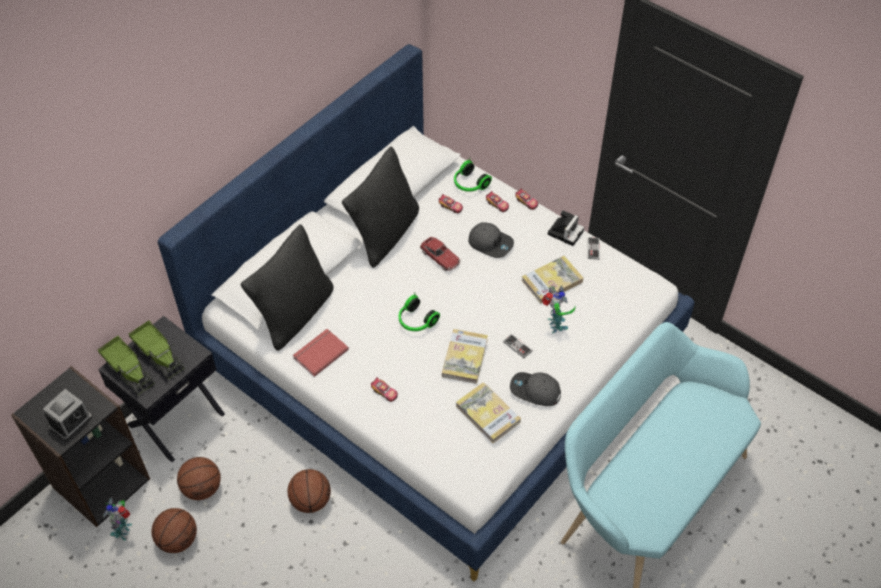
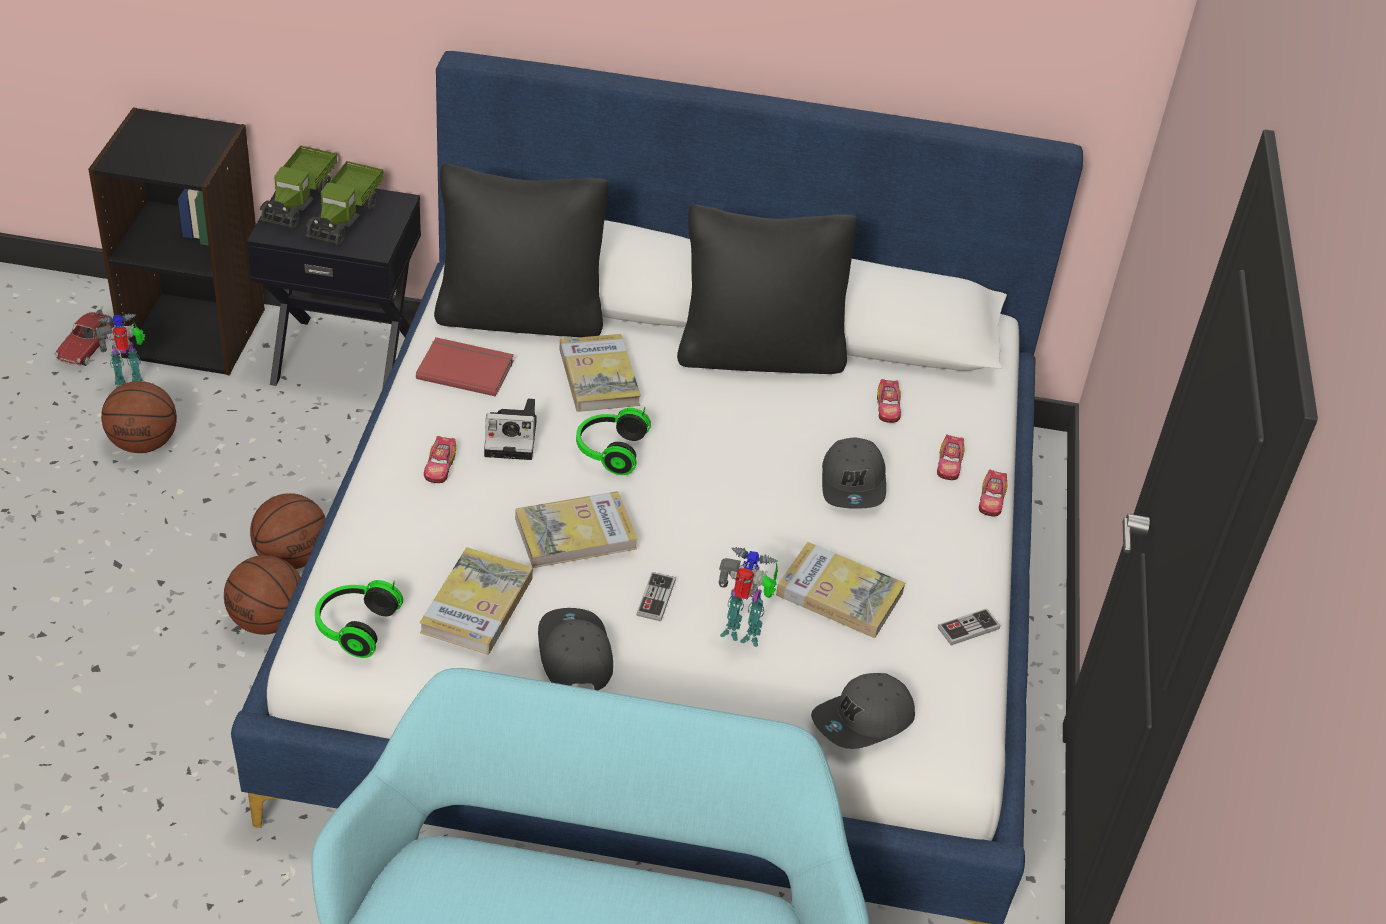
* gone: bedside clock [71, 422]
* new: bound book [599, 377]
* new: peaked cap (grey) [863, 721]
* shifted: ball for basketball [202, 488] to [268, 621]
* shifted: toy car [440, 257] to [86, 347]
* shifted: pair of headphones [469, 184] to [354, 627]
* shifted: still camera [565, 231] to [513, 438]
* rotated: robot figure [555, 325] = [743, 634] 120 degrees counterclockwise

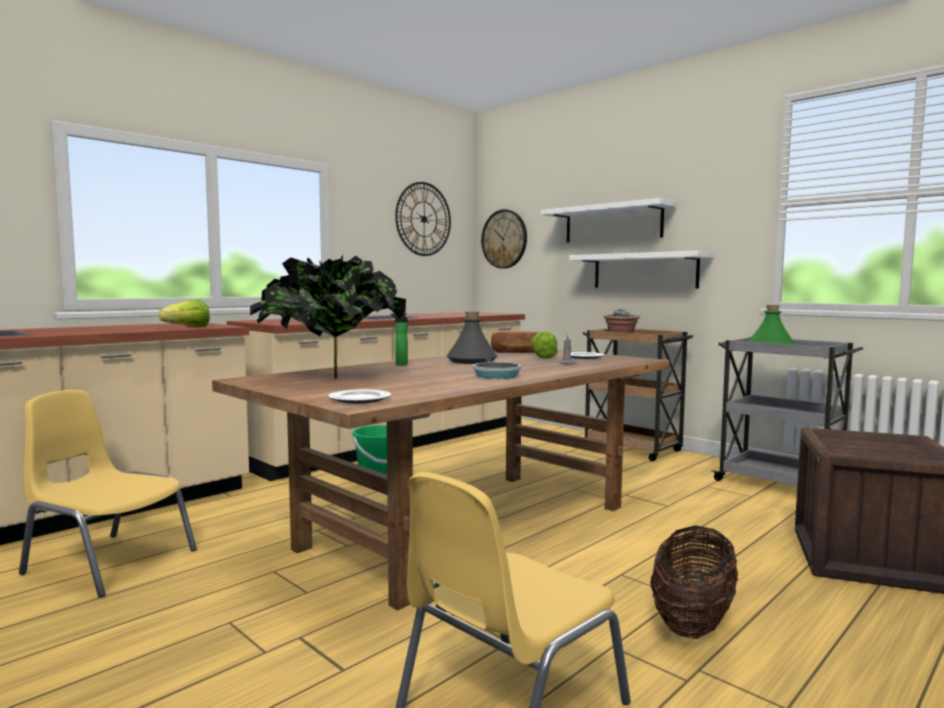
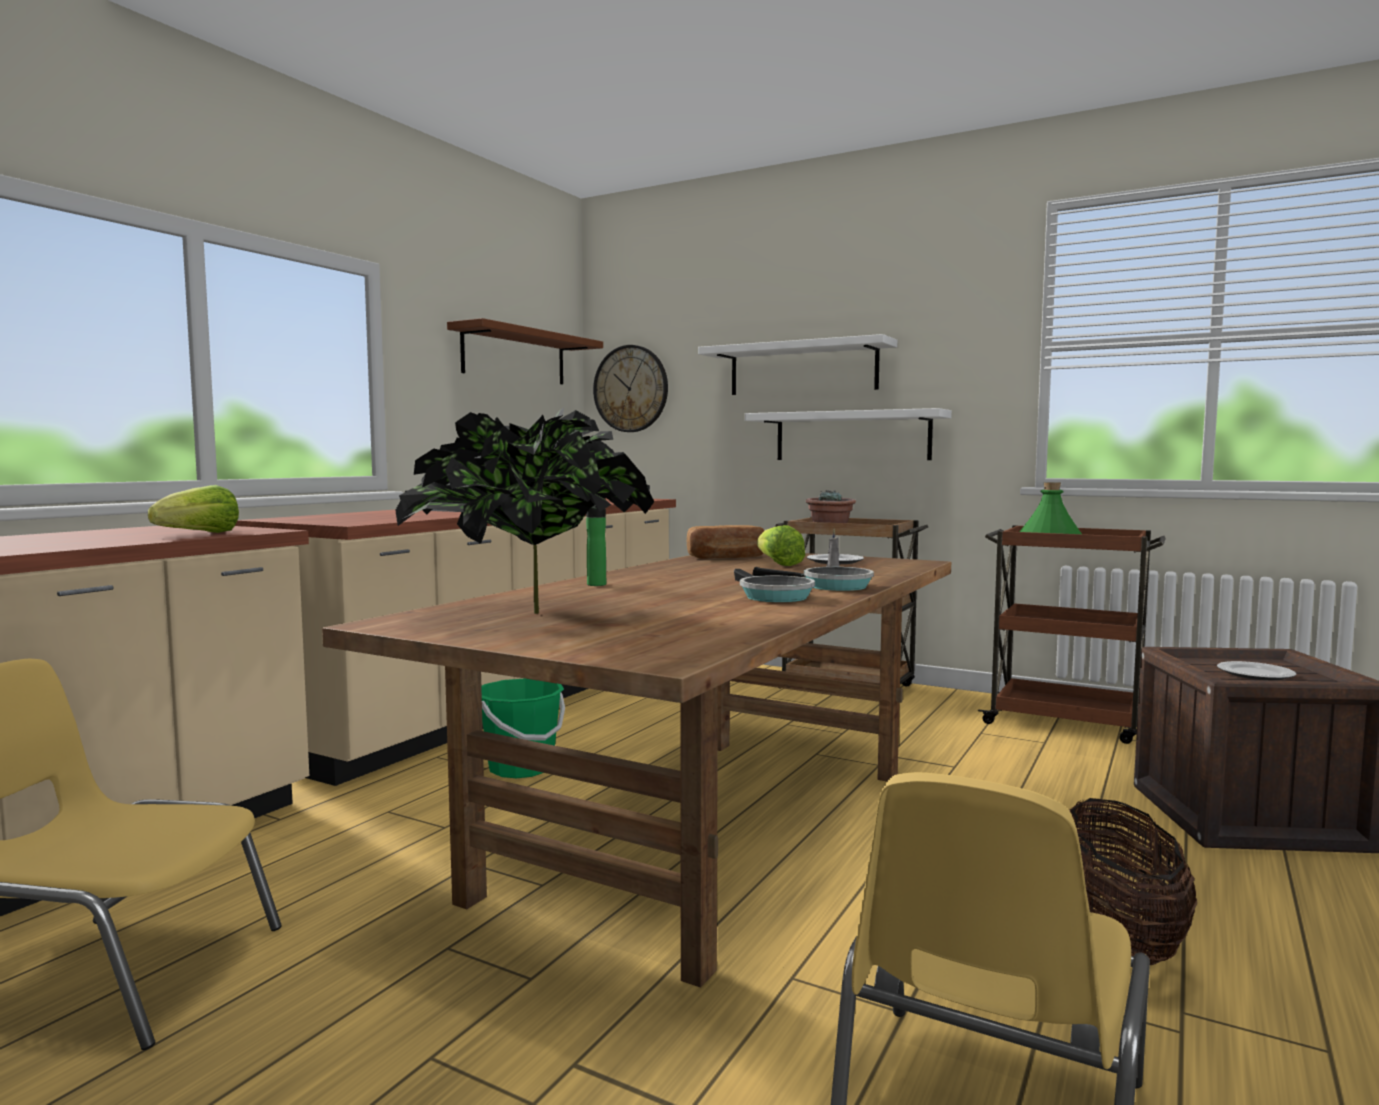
* gone: beverage bottle (grey) [472, 361]
* new: frying pan [830, 586]
* shifted: flat dish [360, 399] to [1255, 674]
* swapped: hanging clock [423, 219] to shelf (brown-coloured) [514, 356]
* repainted: wheeled cart (grey) [780, 485] to wheeled cart (brown-coloured) [1066, 723]

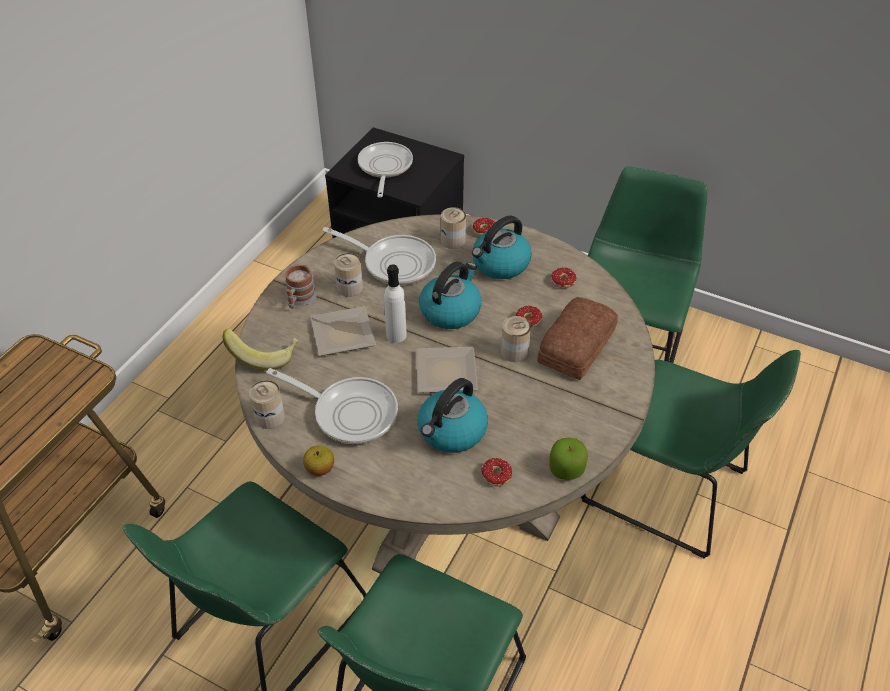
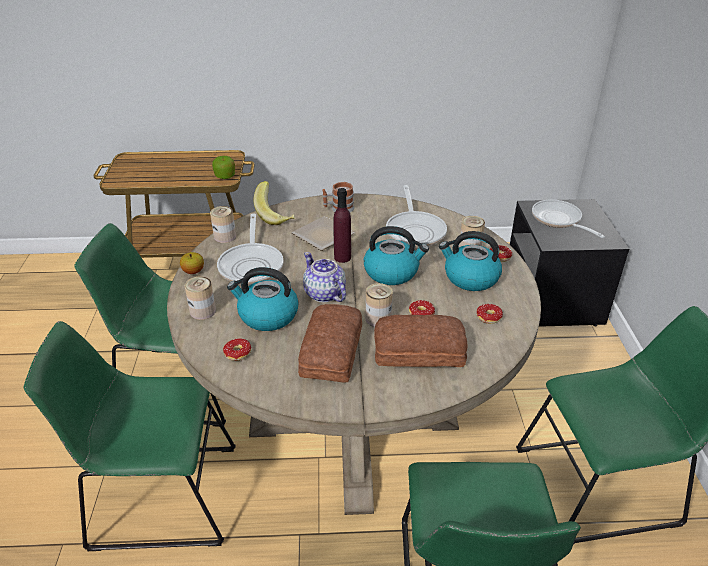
* new: baked bread [333, 350]
* shifted: sealed can [350, 287] to [202, 311]
* shifted: apple [566, 469] to [225, 176]
* swapped: flat dish [448, 374] to tea pot [324, 294]
* repainted: beverage bottle (white) [396, 335] to beverage bottle (purplish) [342, 257]
* rotated: frying pan [384, 168] = [559, 220] 90 degrees counterclockwise

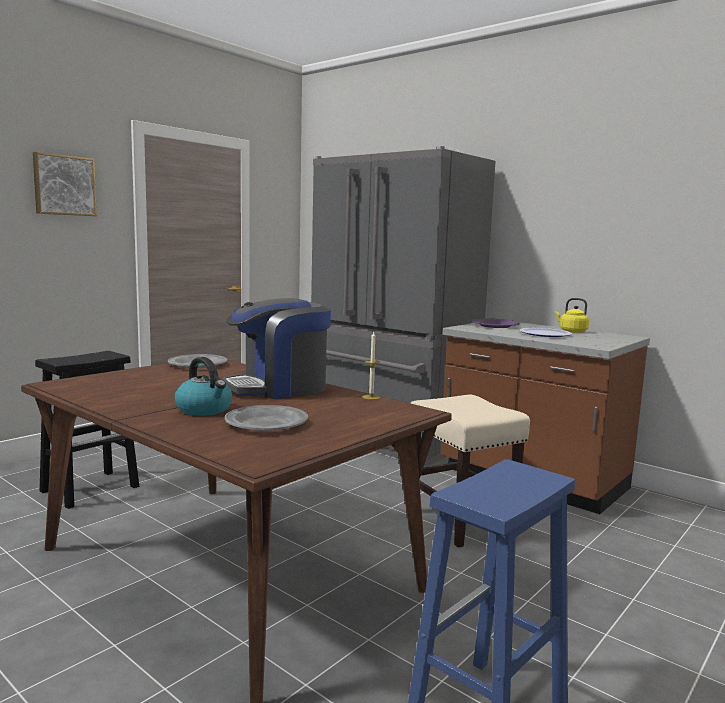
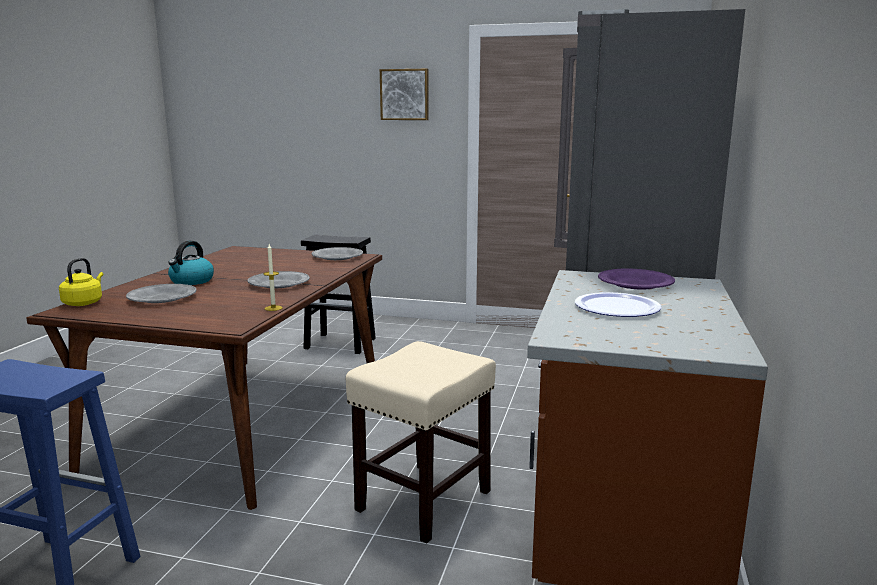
* shifted: tea kettle (yellow-coloured) [571, 331] to [84, 303]
* swapped: coffee maker [279, 388] to flat dish (grey) [279, 284]

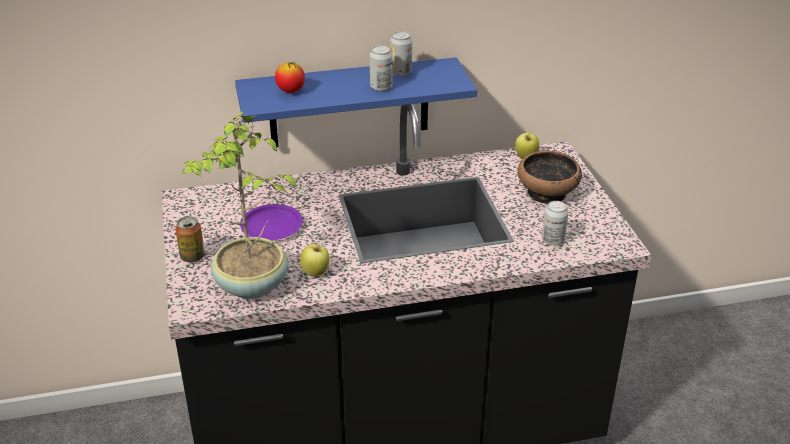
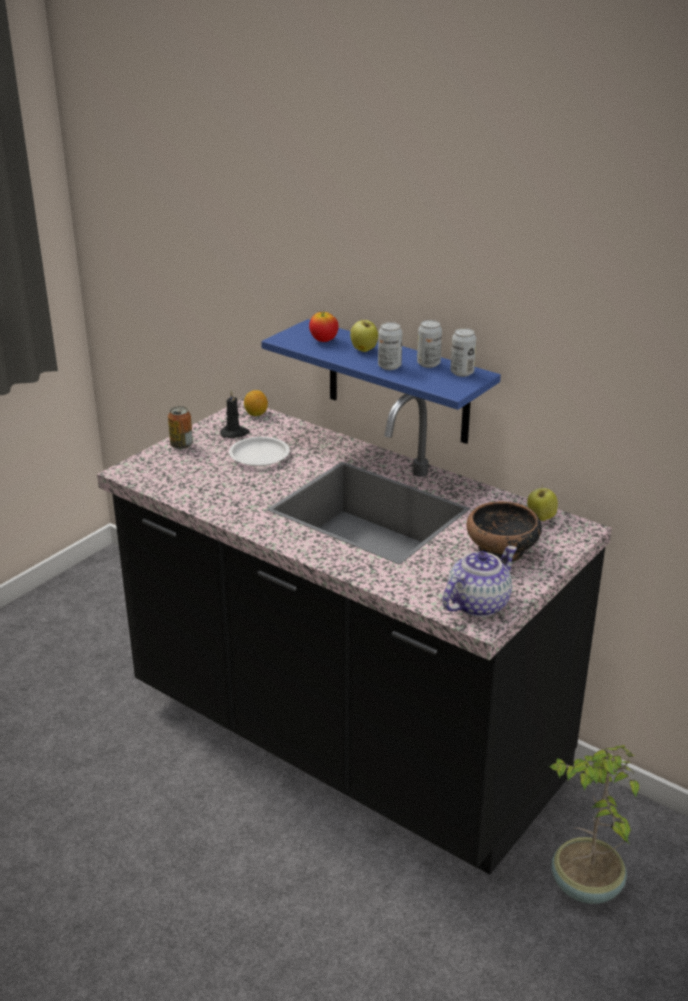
* new: wax light (blackish) [235, 433]
* new: whole lemon [256, 414]
* new: tea pot [477, 603]
* shifted: potted plant [251, 286] to [584, 887]
* shifted: apple [316, 273] to [364, 350]
* shifted: sealed can [553, 240] to [462, 373]
* repainted: flat dish (purplish) [272, 227] to flat dish (white) [259, 456]

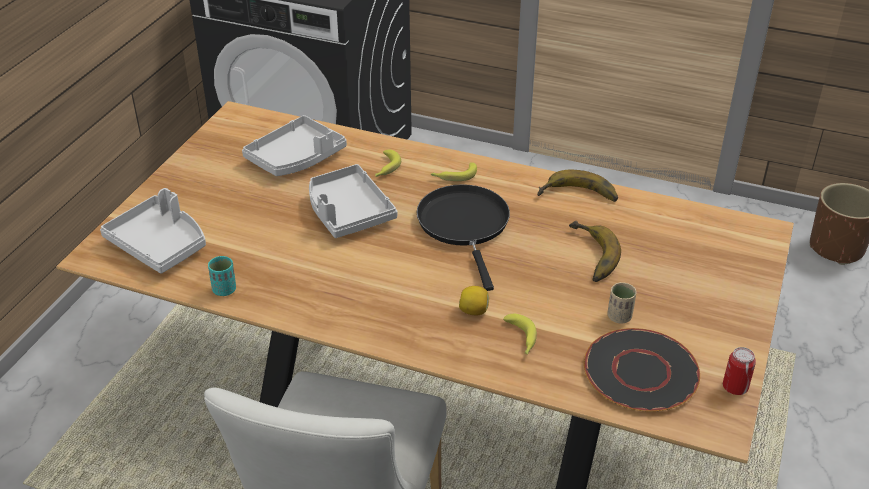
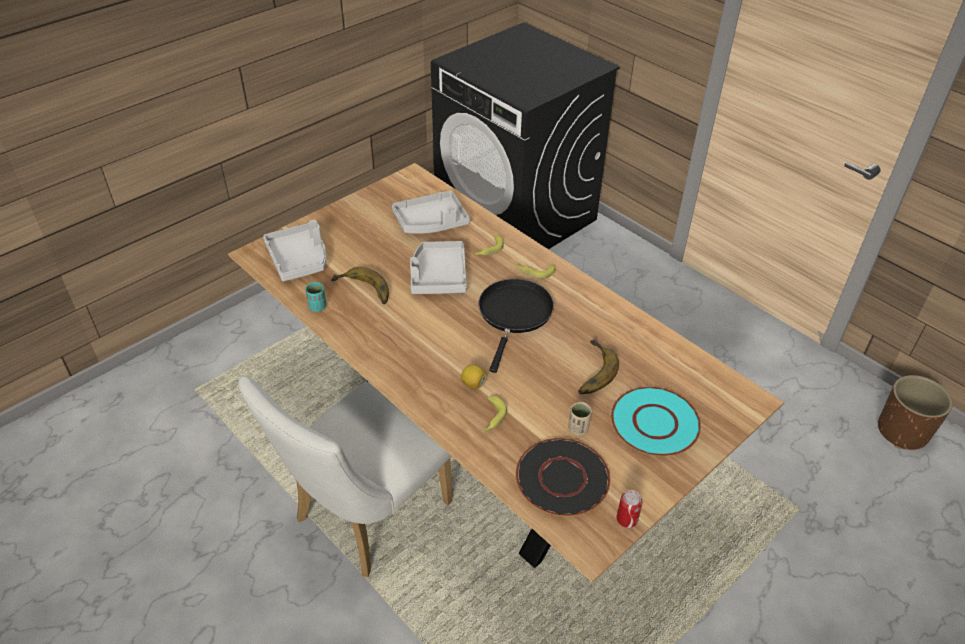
* new: flat dish (turquoise) [654, 422]
* shifted: banana fruit [578, 197] to [362, 291]

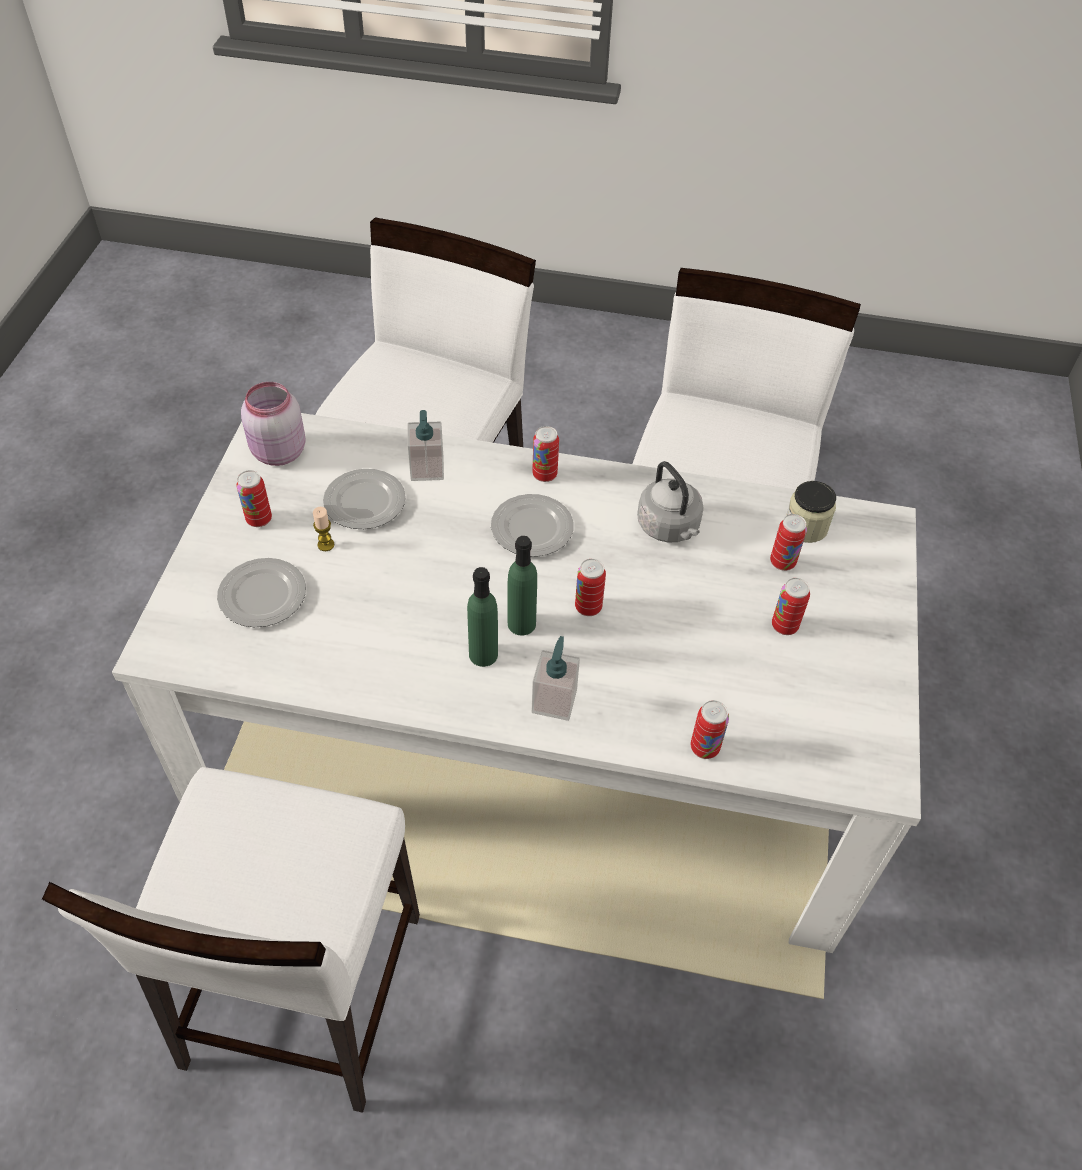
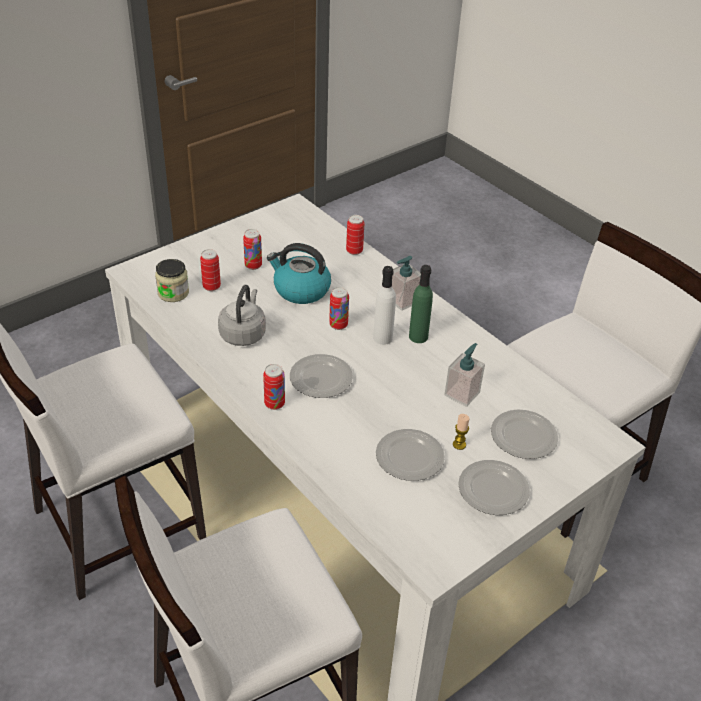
* gone: preserve jar (pink-coloured) [277, 453]
* new: tea kettle [300, 290]
* shifted: liquid soap bottle [427, 469] to [462, 394]
* swapped: sealed can [259, 519] to flat dish [493, 489]
* repainted: beverage bottle (green) [521, 623] to beverage bottle (white) [382, 338]

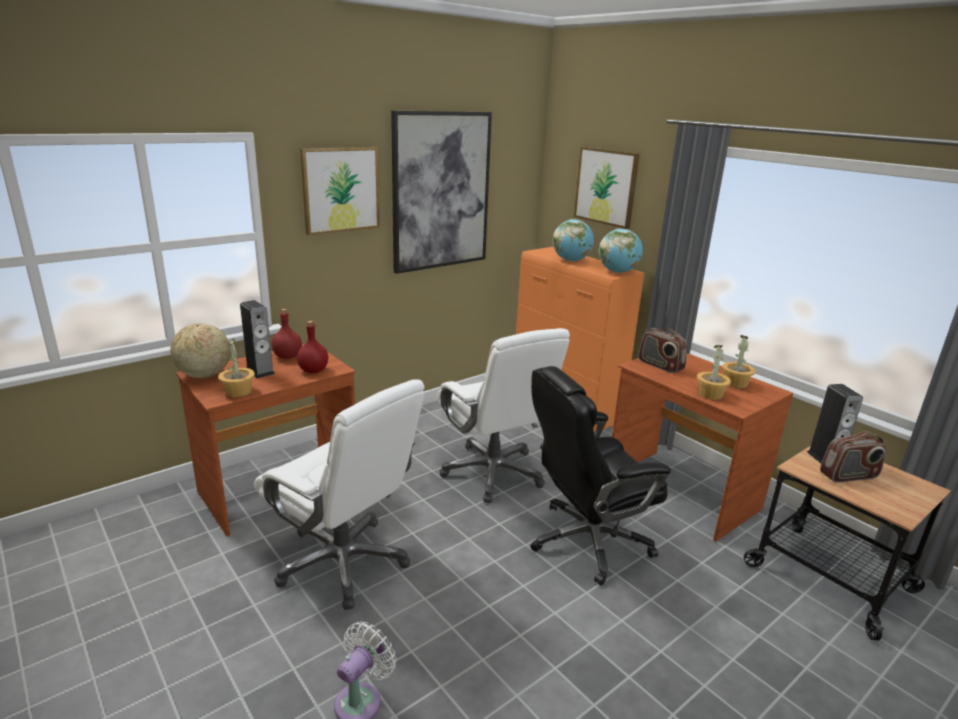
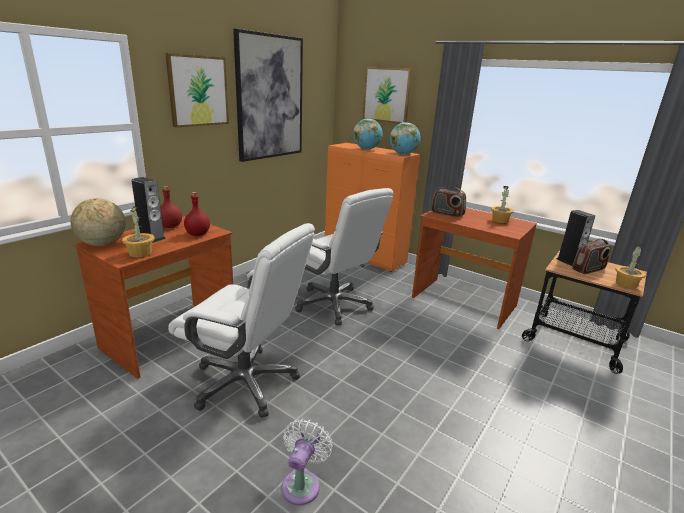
* gone: computer chair (blackish) [587, 541]
* shifted: potted plant [710, 394] to [626, 284]

